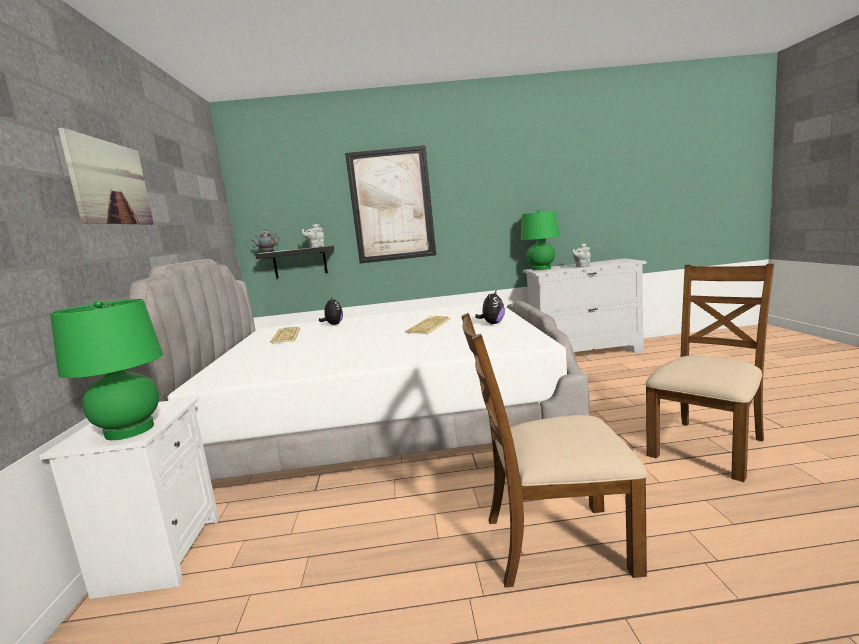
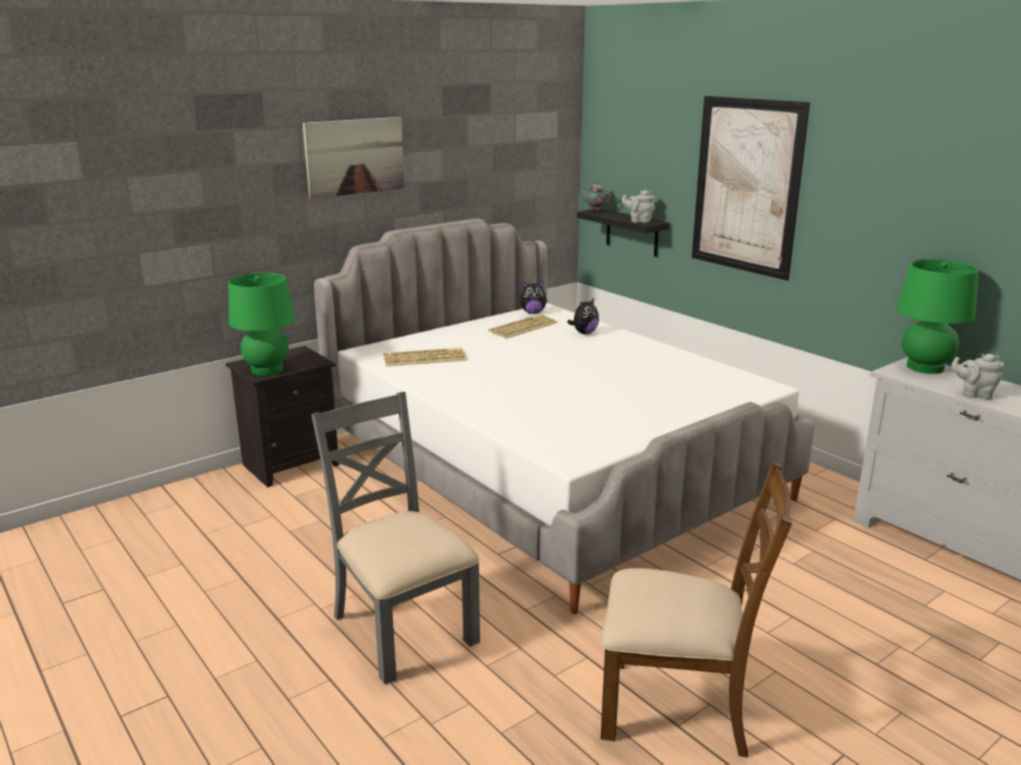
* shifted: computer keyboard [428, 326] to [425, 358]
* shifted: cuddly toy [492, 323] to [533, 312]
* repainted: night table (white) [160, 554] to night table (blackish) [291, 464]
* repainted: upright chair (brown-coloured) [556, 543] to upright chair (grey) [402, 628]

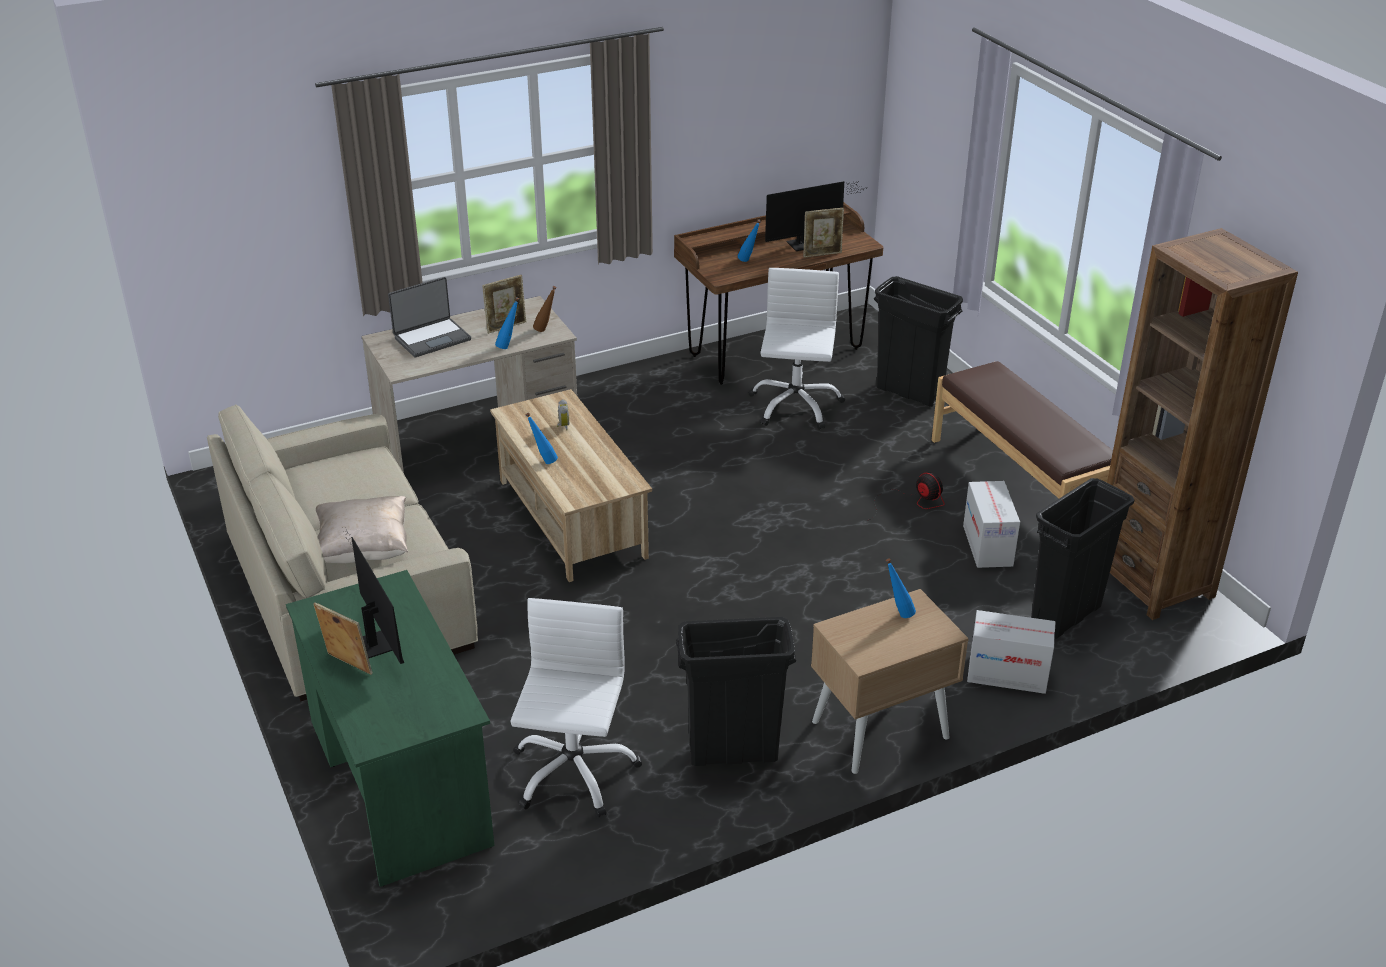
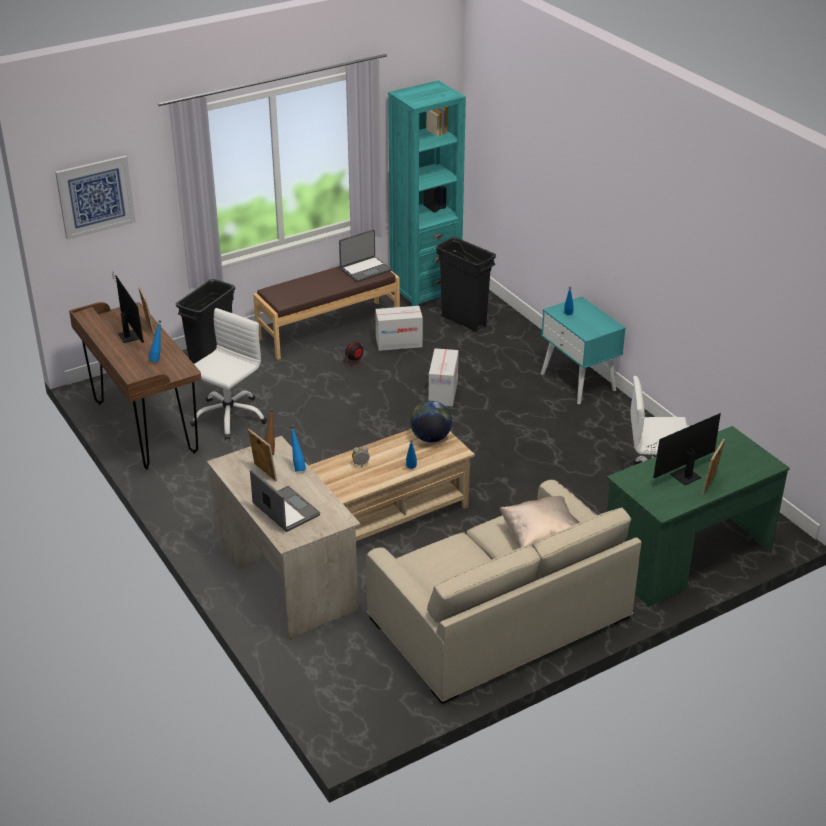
* gone: rubbish bin (blackish) [732, 753]
* new: wall picture [95, 197]
* new: laptop [365, 270]
* new: world globe [431, 438]
* shifted: carton [1007, 674] to [443, 392]
* repainted: night table (sand-coloured) [879, 729] to night table (turquoise) [578, 382]
* repainted: shelving unit (brown-coloured) [1152, 581] to shelving unit (turquoise) [425, 293]
* rotated: computer chair (white) [795, 405] = [229, 417] 120 degrees clockwise

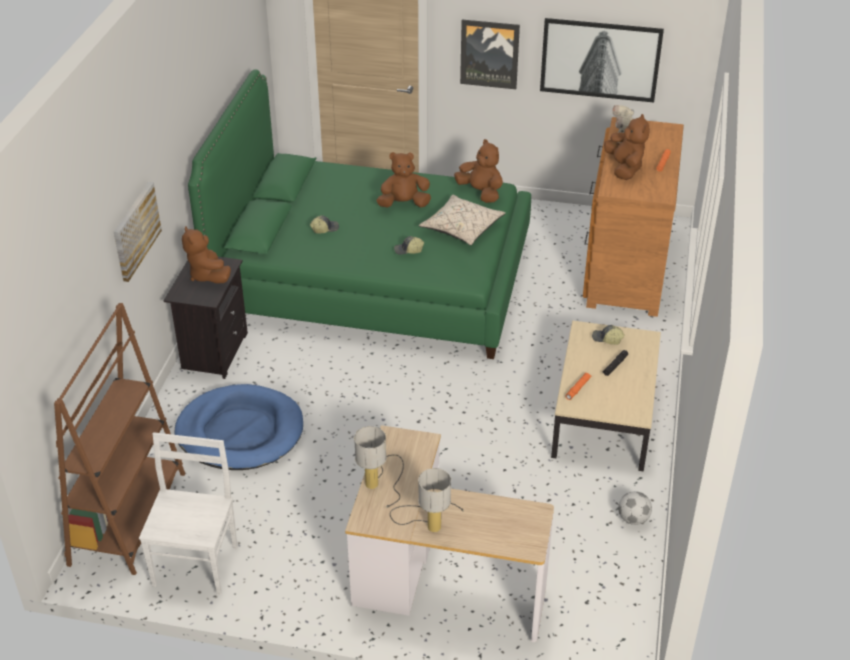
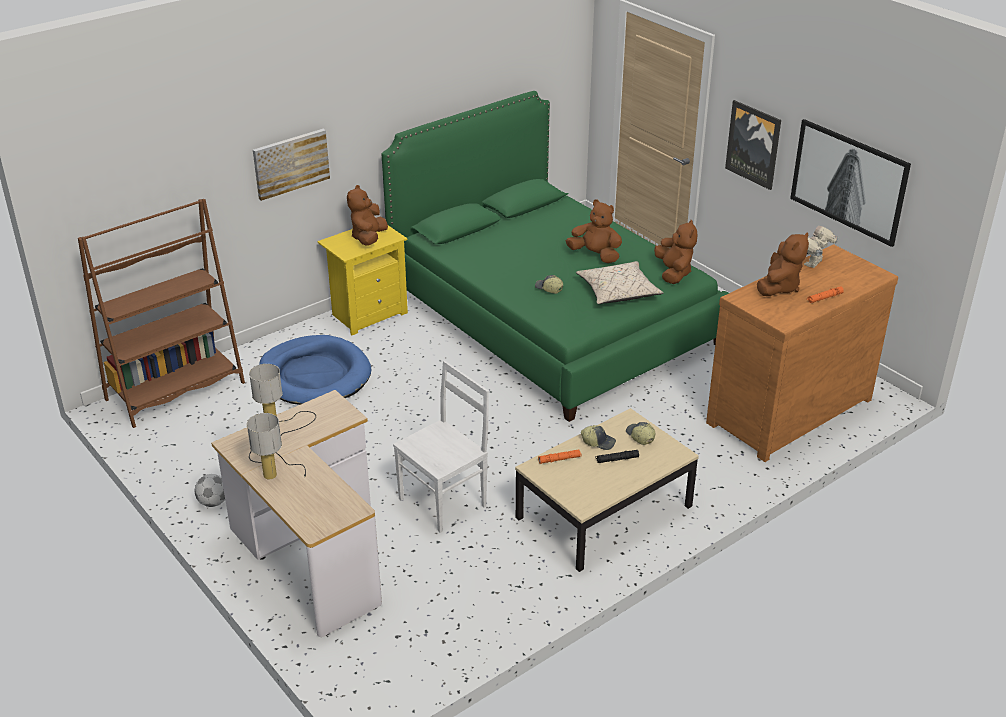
* shifted: upright chair (white) [196, 564] to [444, 501]
* shifted: peaked cap [324, 228] to [598, 442]
* shifted: ball for football [633, 519] to [213, 502]
* repainted: night table (blackish) [213, 352] to night table (yellow-coloured) [368, 314]

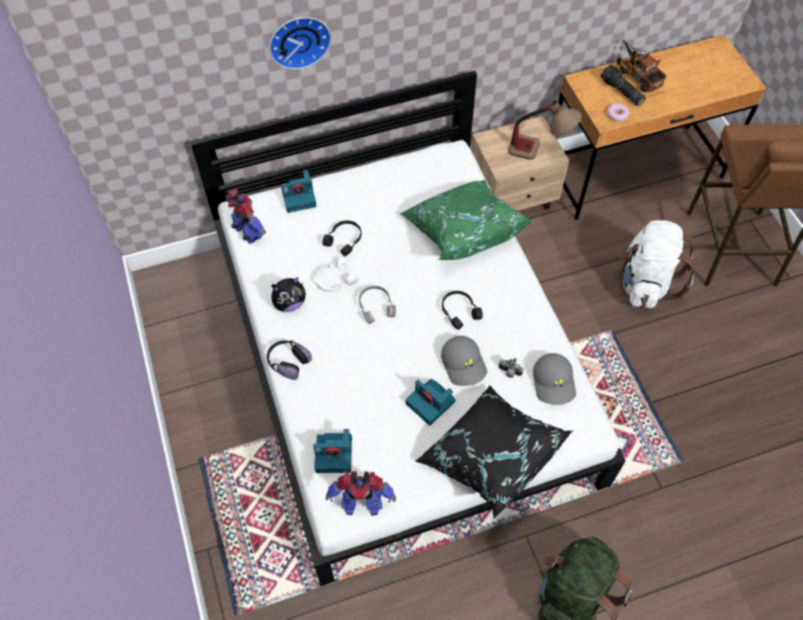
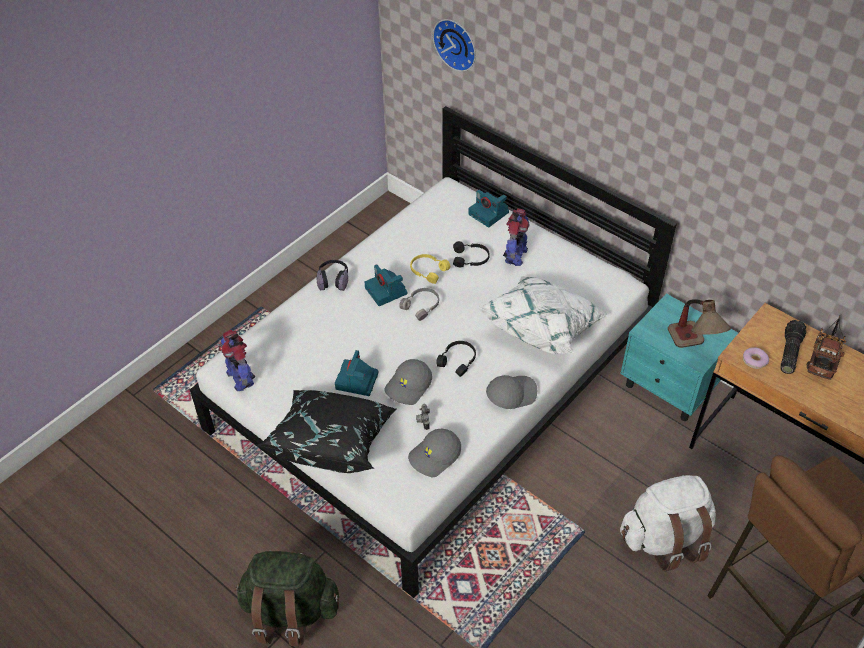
* gone: cuddly toy [289, 303]
* new: peaked cap (grey) [511, 394]
* shifted: robot figure [248, 232] to [515, 256]
* shifted: hanging clock [298, 40] to [457, 43]
* shifted: still camera [335, 454] to [387, 291]
* repainted: pair of headphones (white) [335, 279] to pair of headphones (yellow-coloured) [428, 270]
* repainted: pillow (green) [462, 231] to pillow (white) [543, 327]
* repainted: night table (sand-coloured) [512, 197] to night table (turquoise) [670, 387]

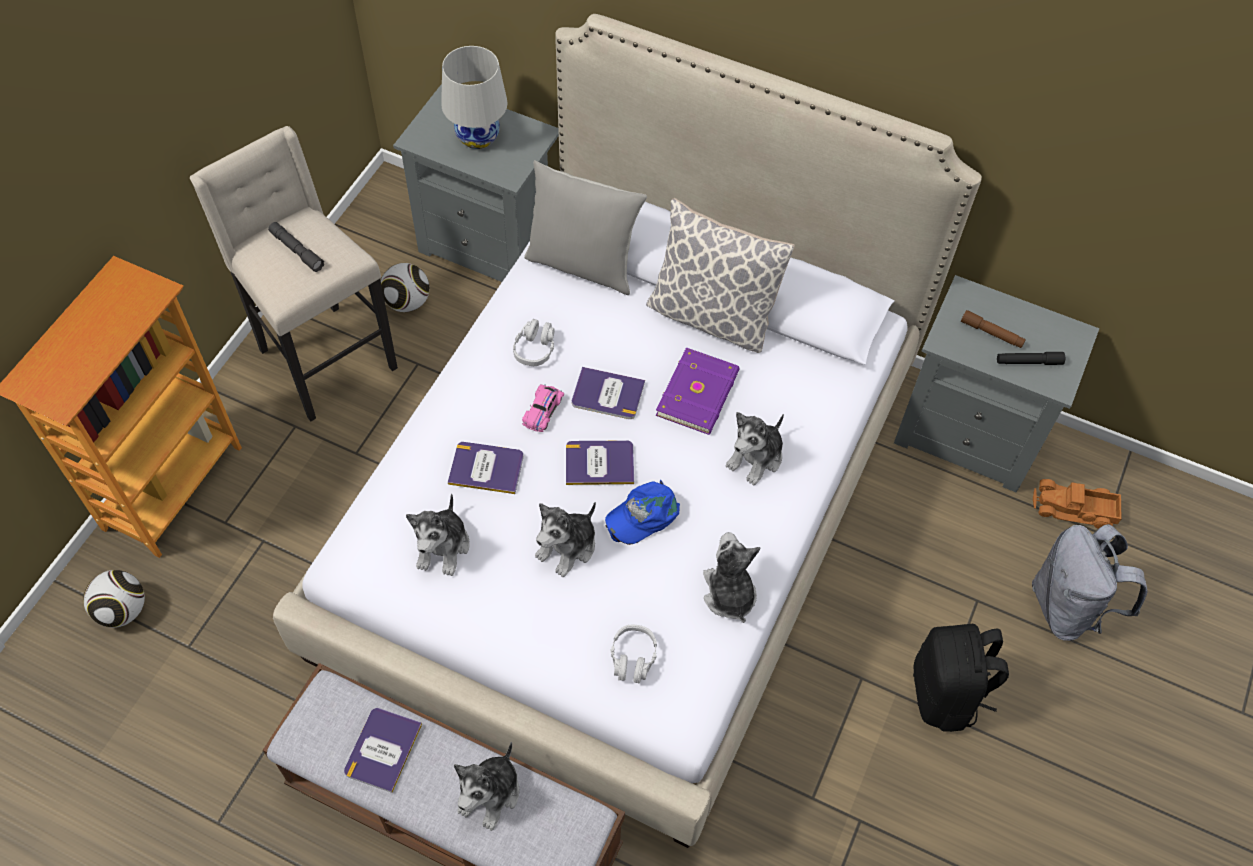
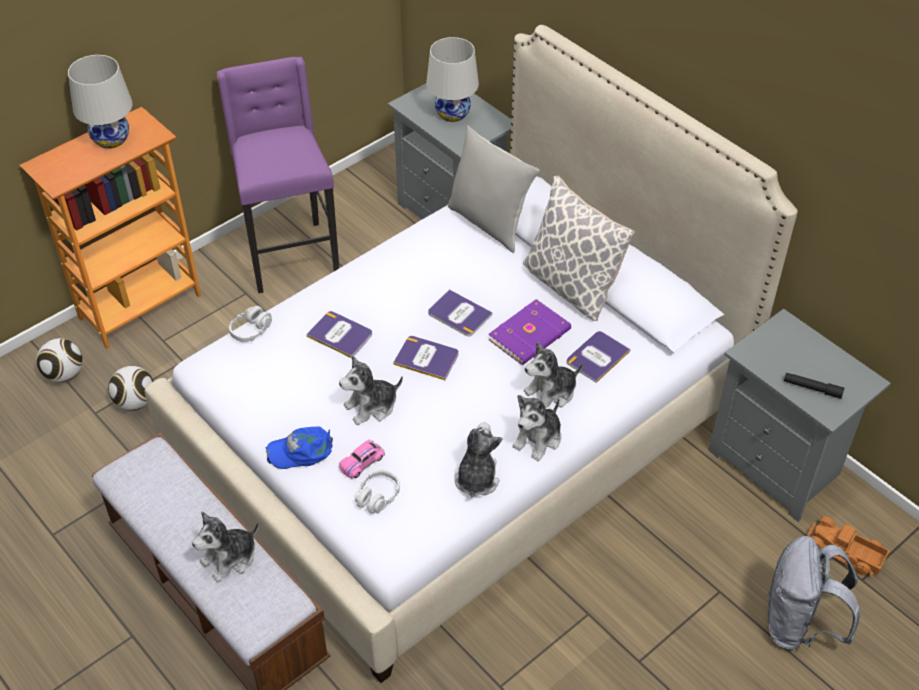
* gone: hand torch (grey) [297, 250]
* gone: rucksack (blackish) [946, 694]
* gone: hand torch (brown-coloured) [991, 333]
* new: lamp for a table (white) [111, 139]
* shifted: bound book [383, 749] to [597, 357]
* shifted: ball for football [407, 302] to [136, 402]
* shifted: cuddly toy [443, 546] to [538, 438]
* shifted: pair of headphones (grey) [535, 348] to [251, 330]
* shifted: toy car (pink-coloured) [543, 411] to [362, 462]
* shifted: peaked cap (blue) [643, 514] to [301, 450]
* repainted: stool (sand-coloured) [324, 359] to stool (purplish) [290, 255]

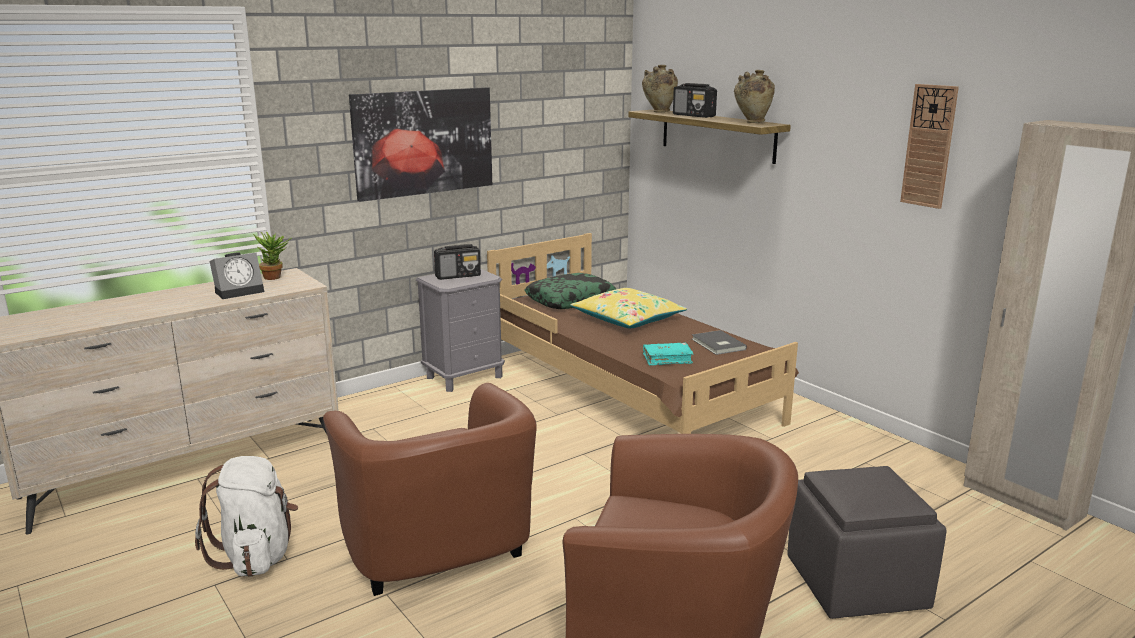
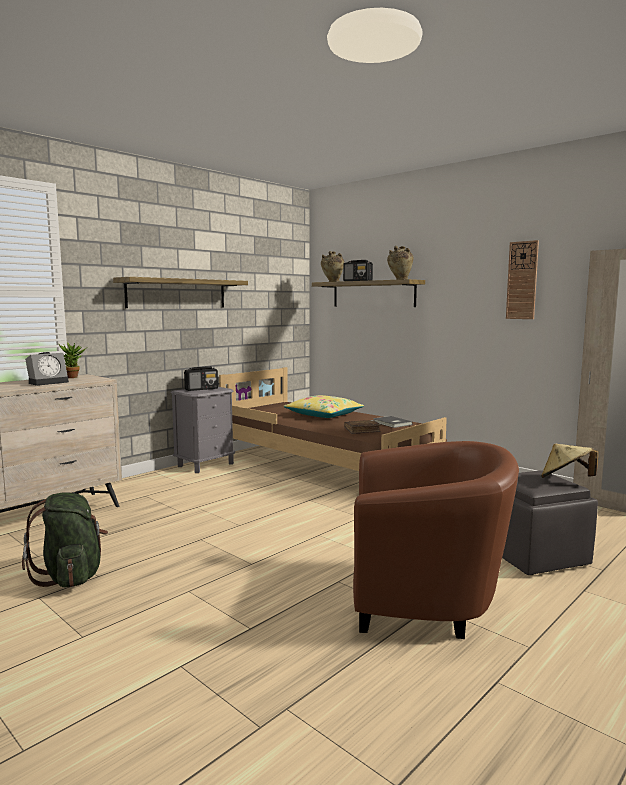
* gone: easy chair (brown-coloured) [439, 558]
* gone: pillow [570, 300]
* new: hat (sand-coloured) [566, 480]
* swapped: wall picture [423, 142] to shelf [177, 293]
* repainted: rucksack (white) [256, 556] to rucksack (green) [71, 576]
* repainted: bound book (turquoise) [667, 359] to bound book (brown-coloured) [362, 431]

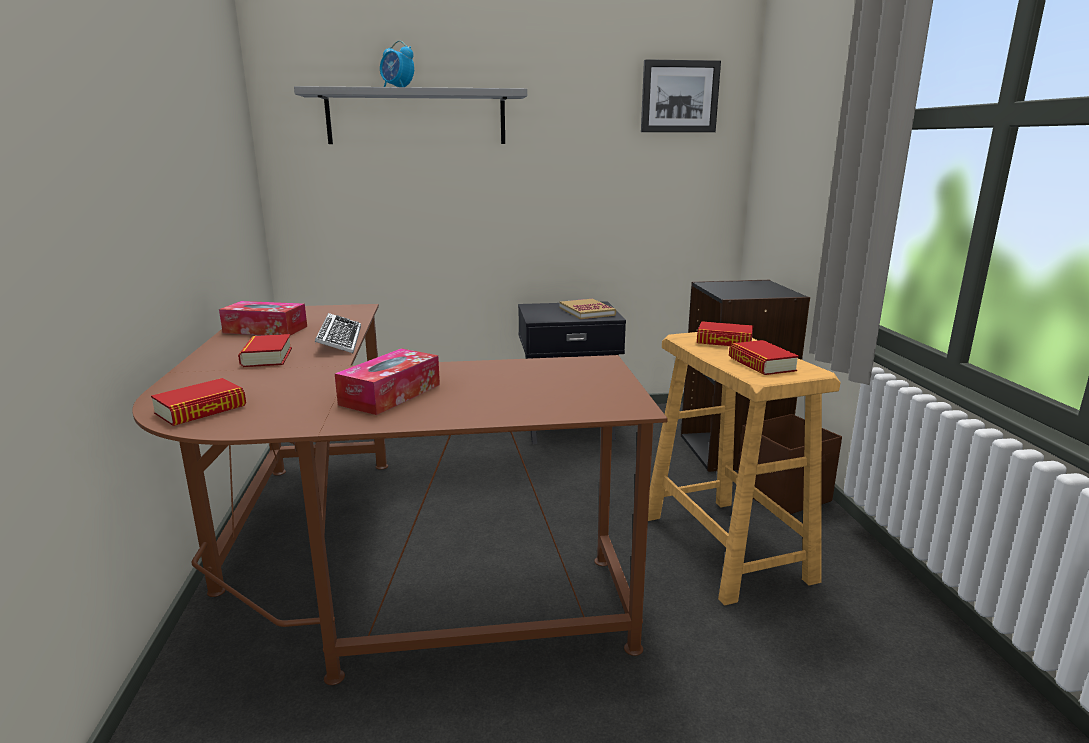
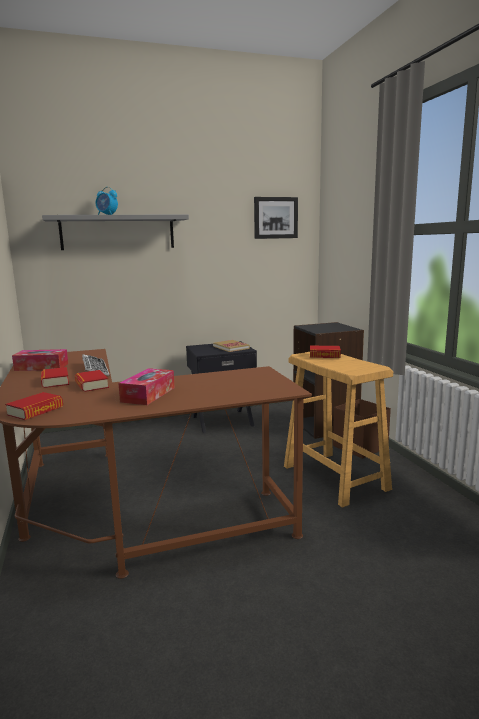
* shifted: bound book [761, 364] to [91, 385]

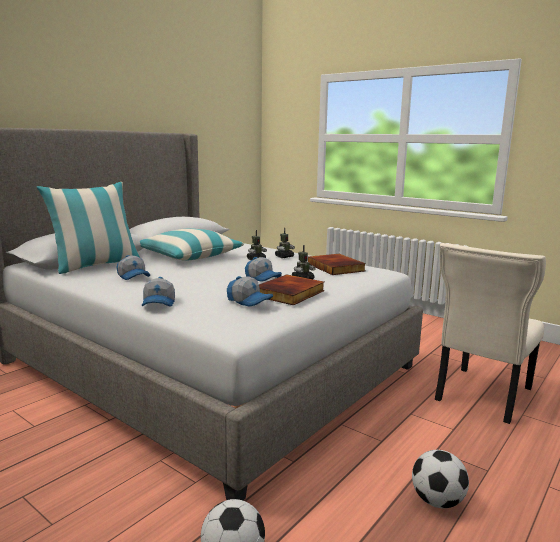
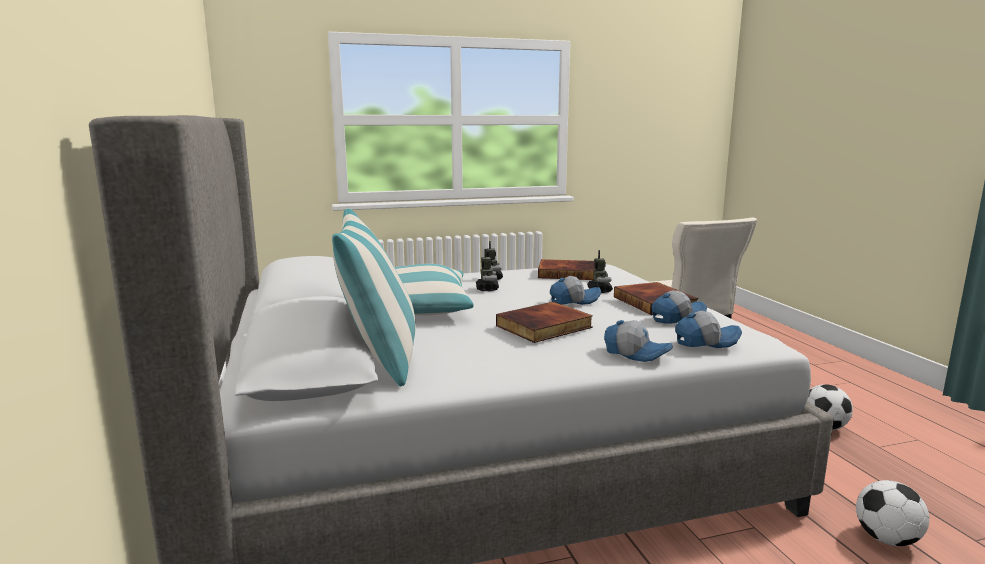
* new: bound book [544, 327]
* shifted: peaked cap [134, 276] to [706, 342]

